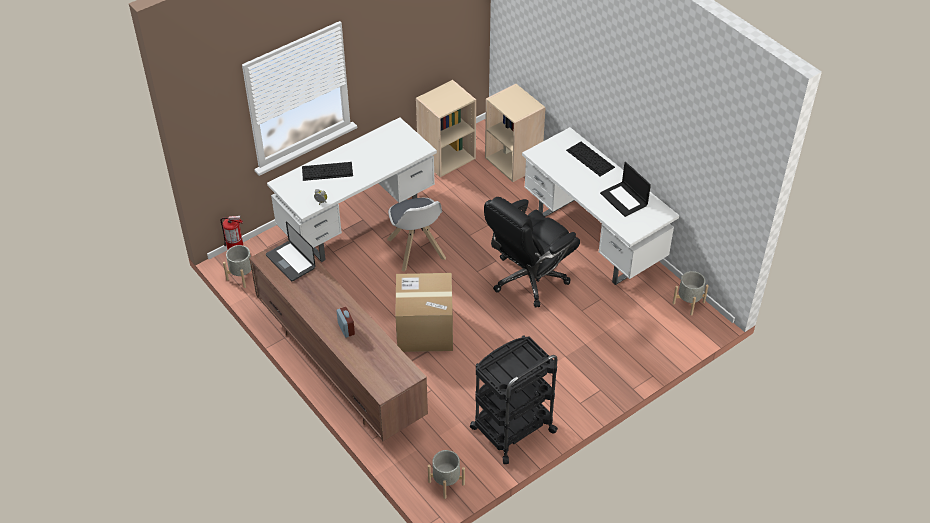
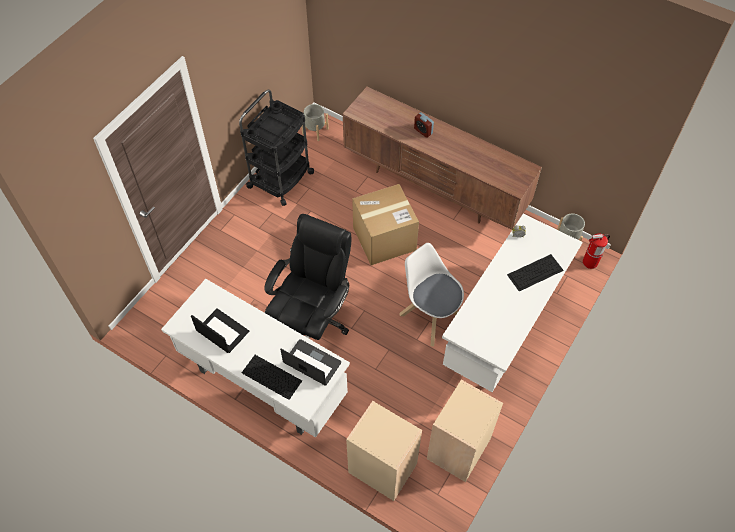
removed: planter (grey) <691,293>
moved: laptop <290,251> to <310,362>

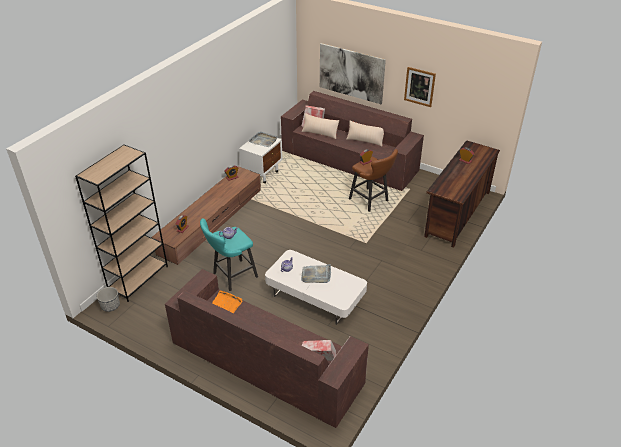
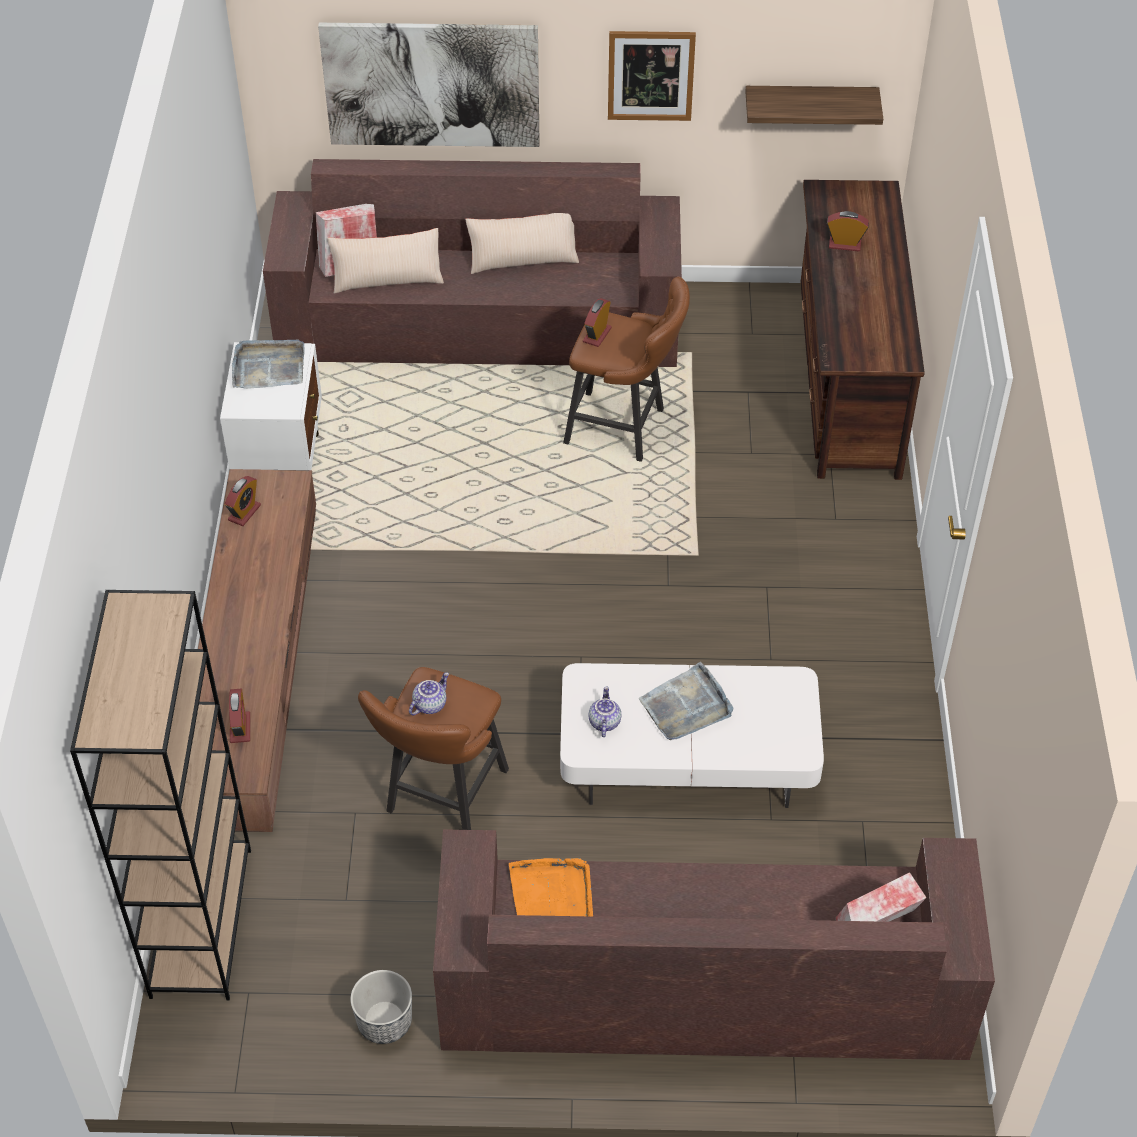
added: shelf <814,105>
moved: planter <108,299> to <381,1007>
recoloured: stool (turquoise) <229,254> to stool (brown) <433,748>

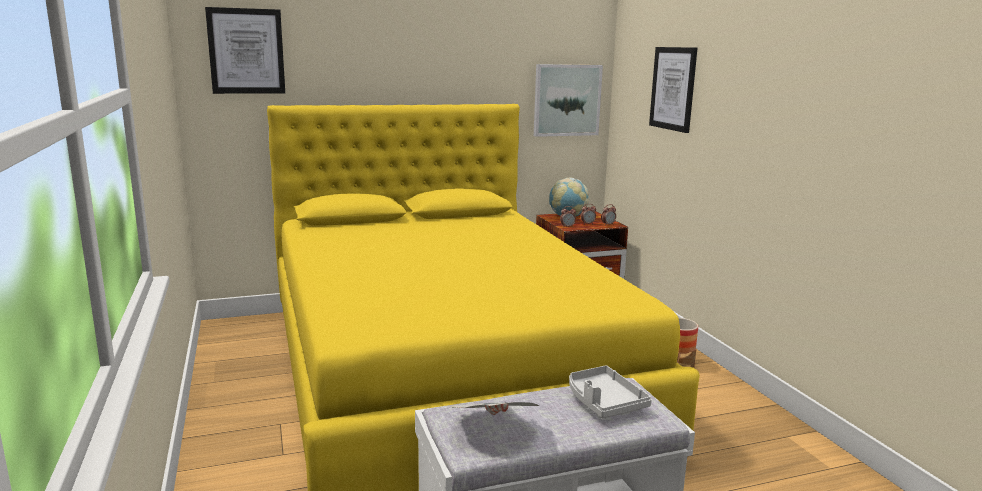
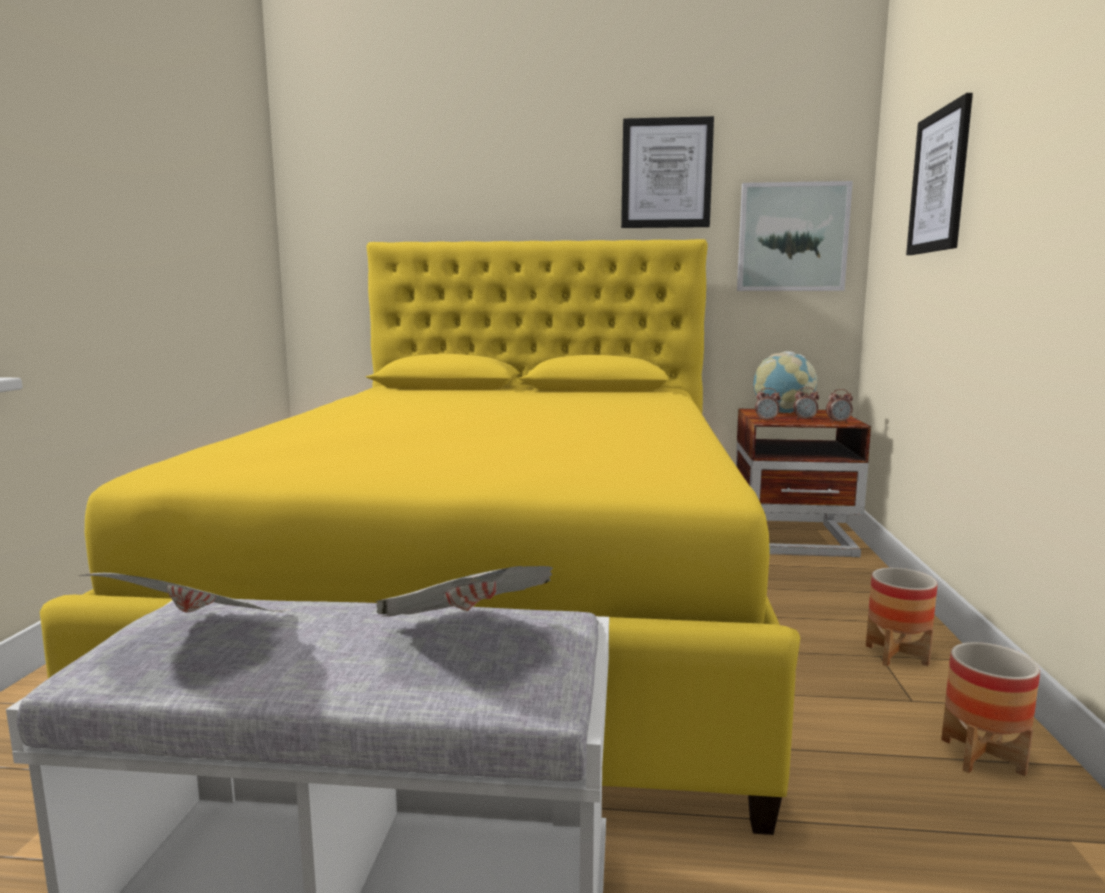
added: planter <990,709>
moved: picture <245,50> to <667,172>
replaced: tray (grey) <610,391> to newspaper <464,591>

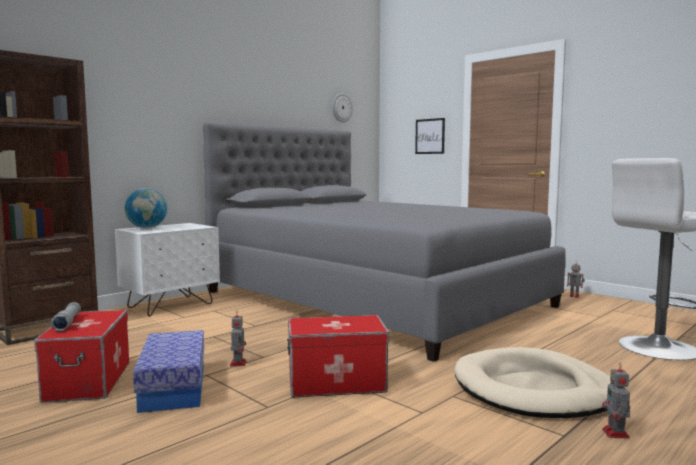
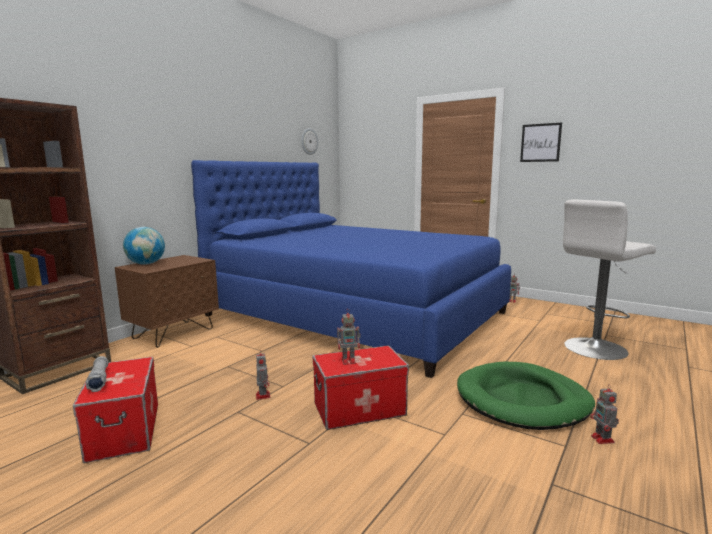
removed: storage box <168,371>
added: toy robot <349,337>
moved: picture <430,136> to <541,142>
recoloured: bed (grey) <384,242> to bed (blue) <351,269>; nightstand (white) <167,269> to nightstand (brown) <167,301>; dog bed (beige) <532,382> to dog bed (green) <526,396>

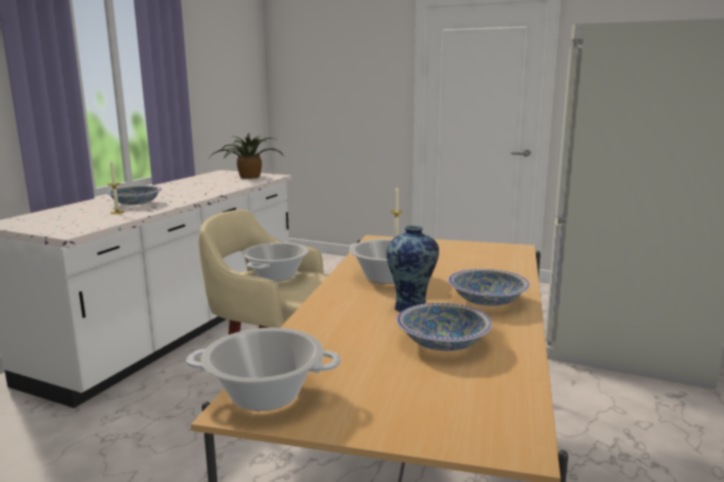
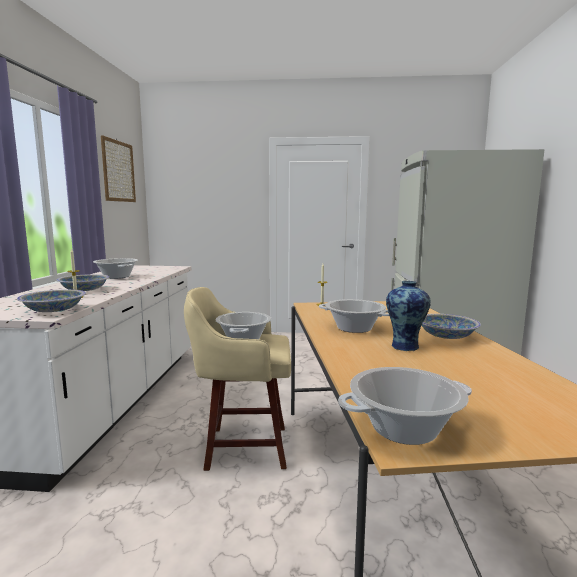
removed: potted plant <246,156>
added: picture <118,168>; cooking pot <115,268>
moved: bowl <444,327> to <51,300>

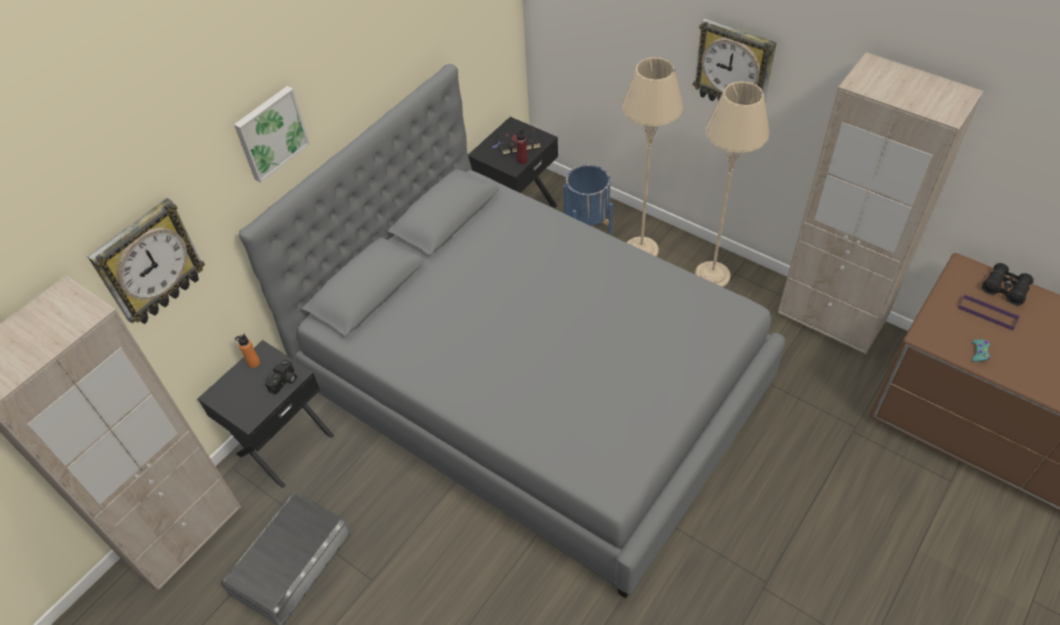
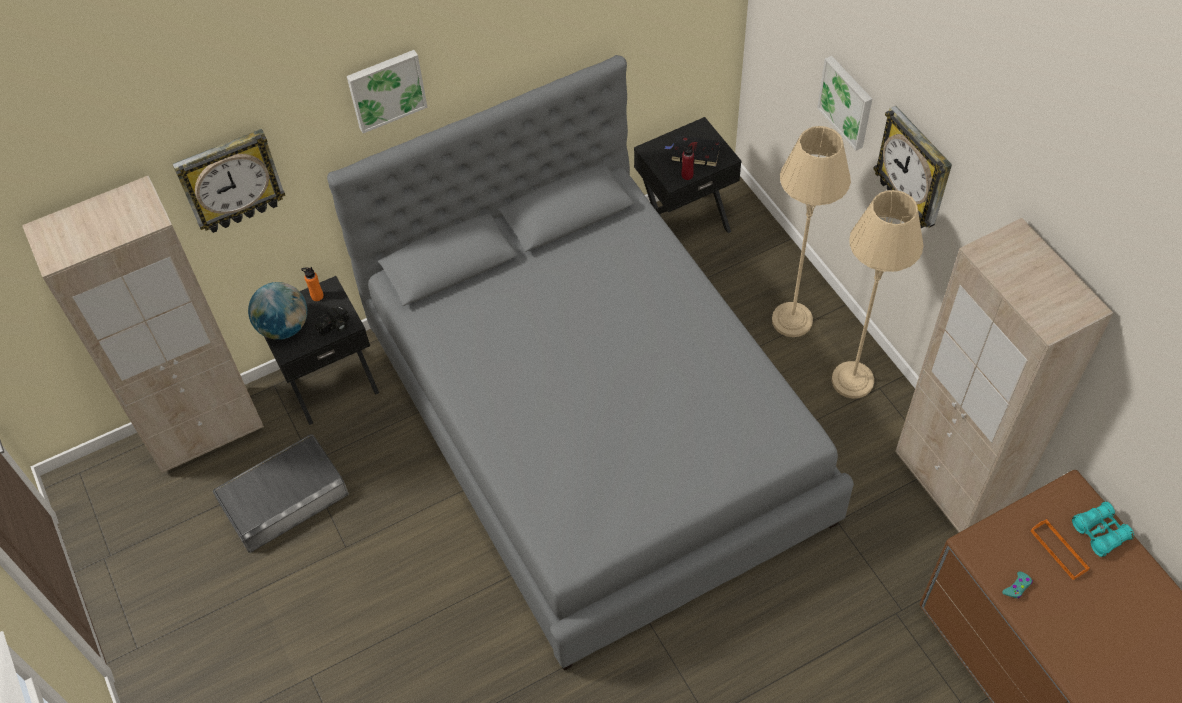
removed: planter (blue) <588,199>
added: picture <844,103>; globe <277,311>
recoloured: binoculars (black) <1008,284> to binoculars (turquoise) <1103,529>; tray (purple) <989,312> to tray (orange) <1060,549>

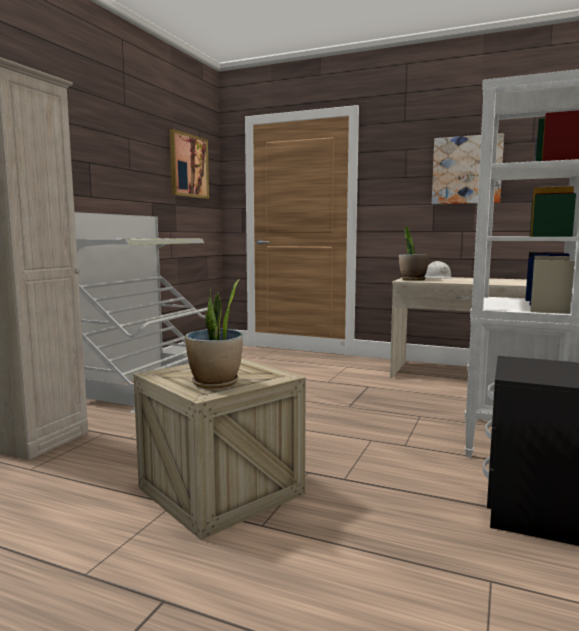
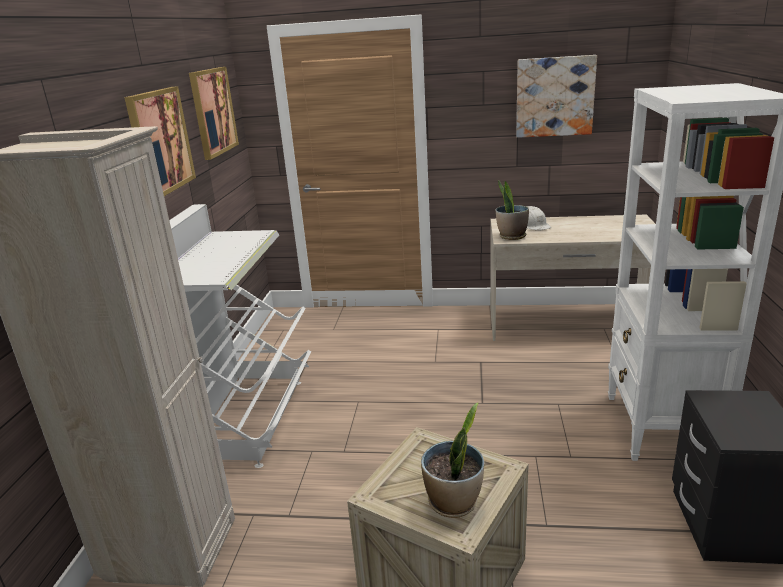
added: picture <160,141>

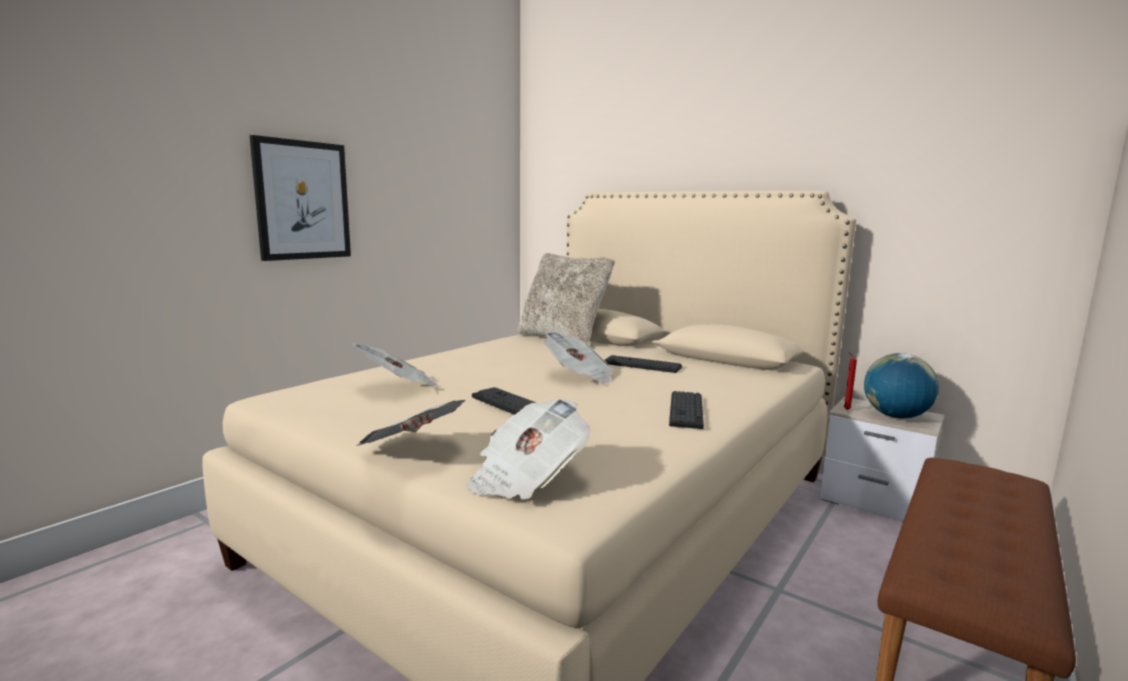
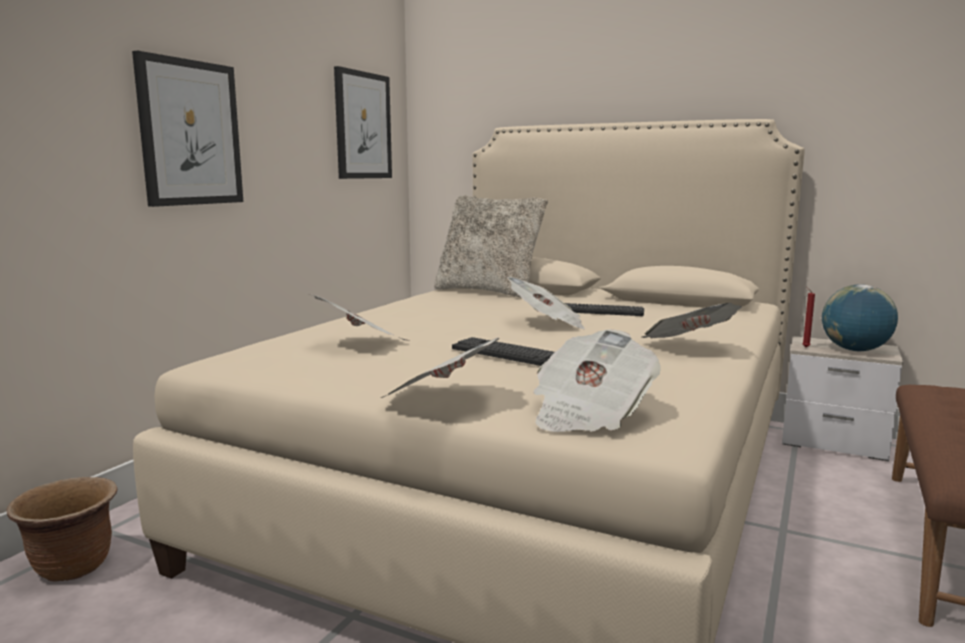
added: picture <363,122>; planter (brown) <61,529>
replaced: keyboard <686,410> to newspaper <691,320>

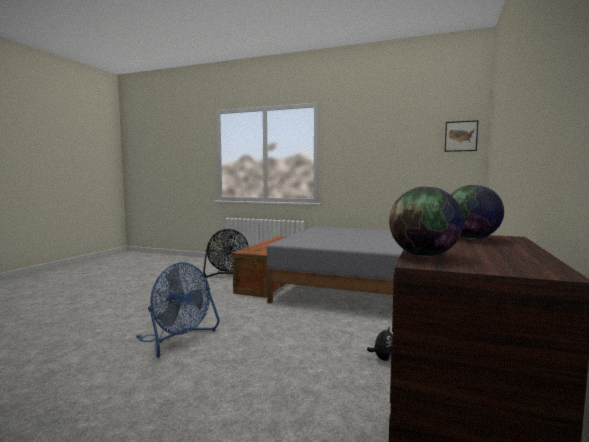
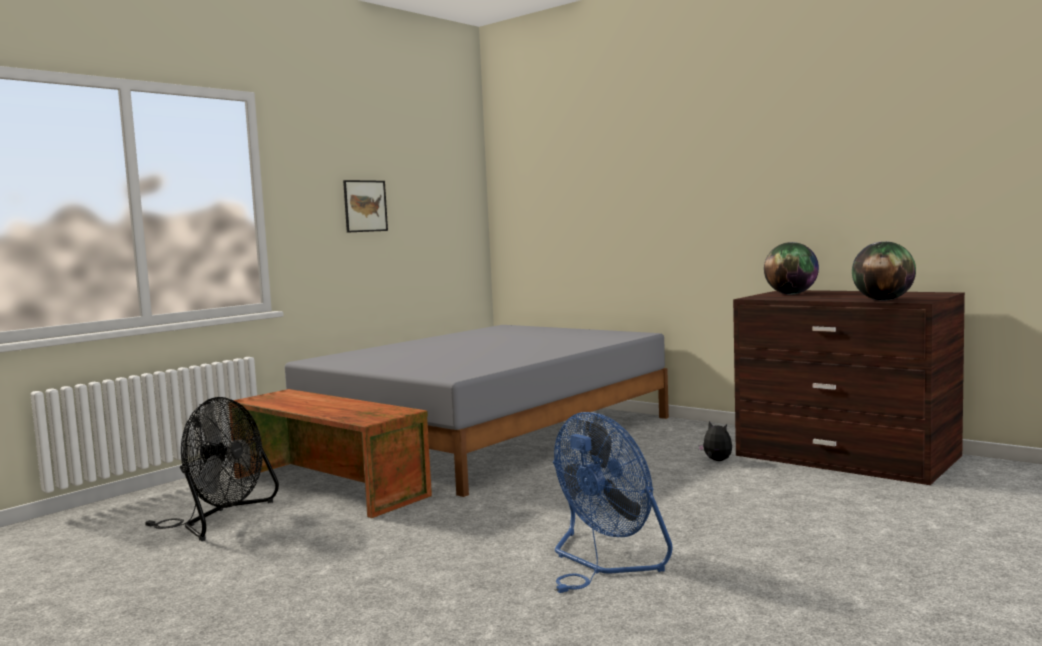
moved: picture <461,136> to <365,206>

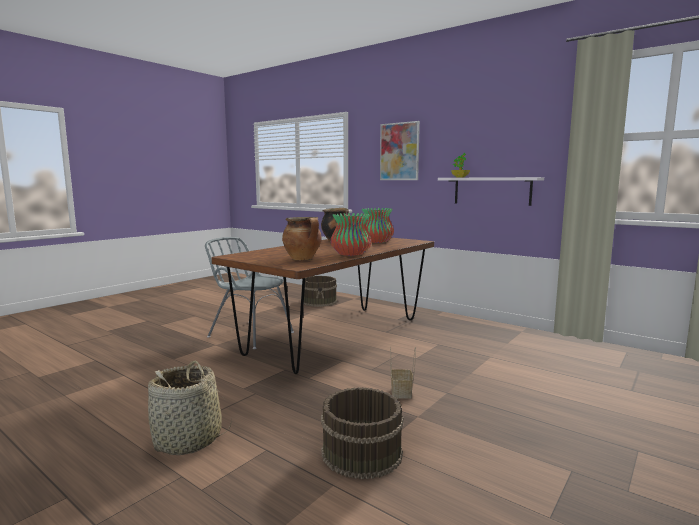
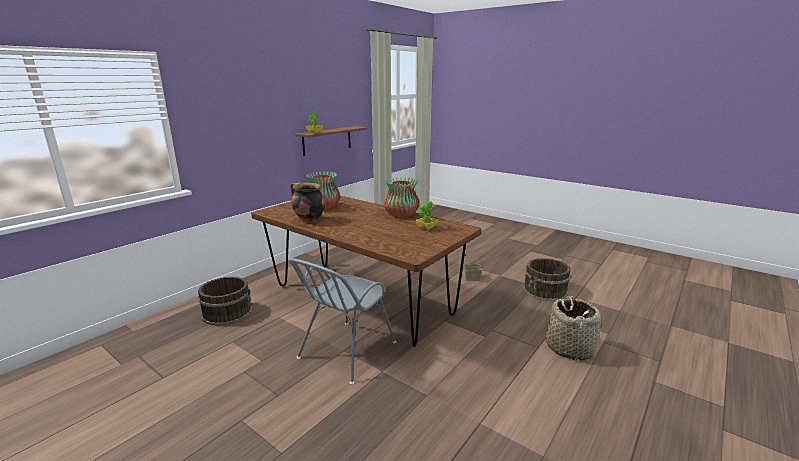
removed: picture <400,150>
replaced: cooking pot <302,238> to potted plant <427,215>
recoloured: shelf (white) <491,191> to shelf (brown) <331,141>

